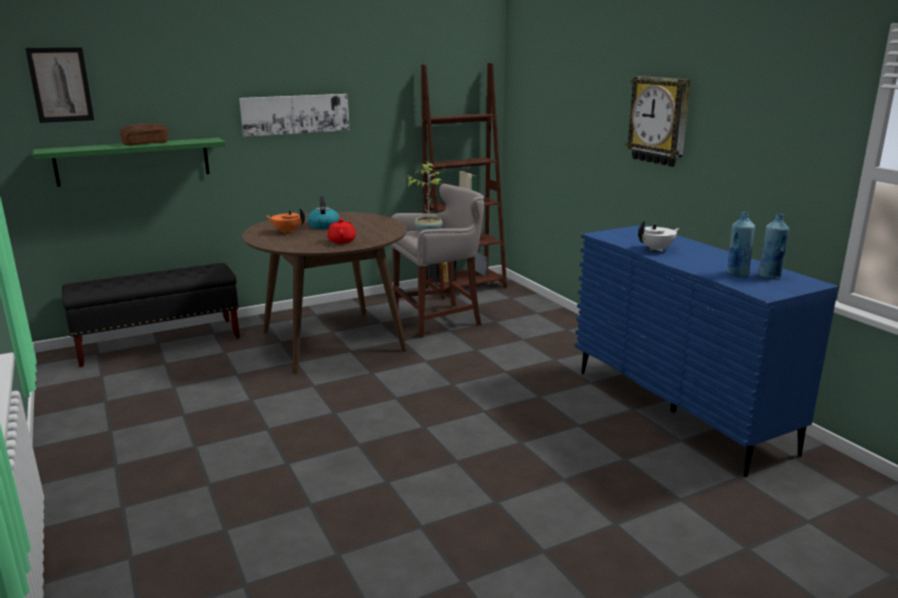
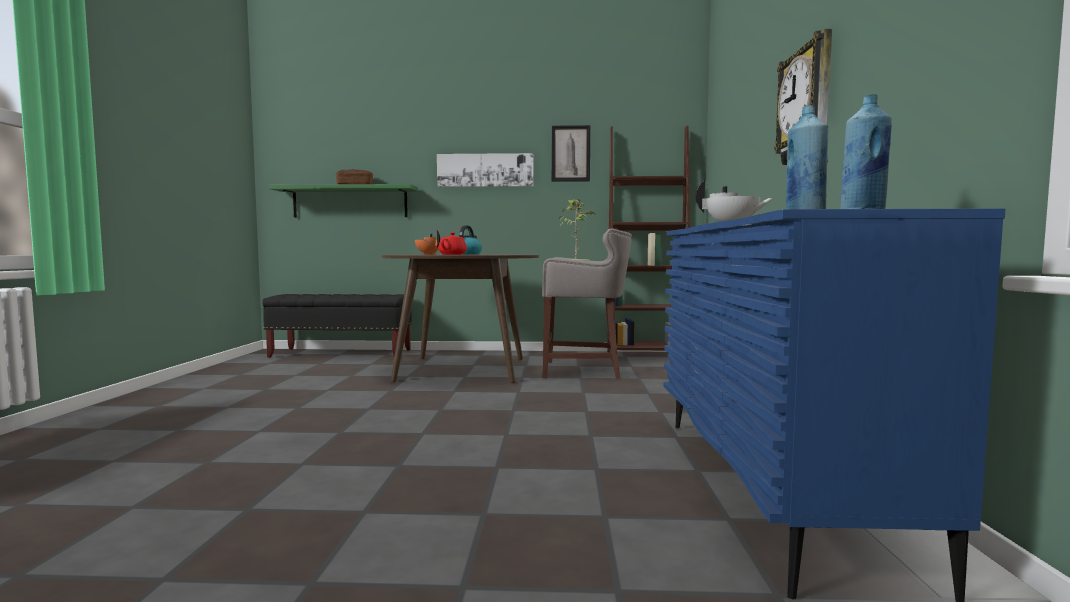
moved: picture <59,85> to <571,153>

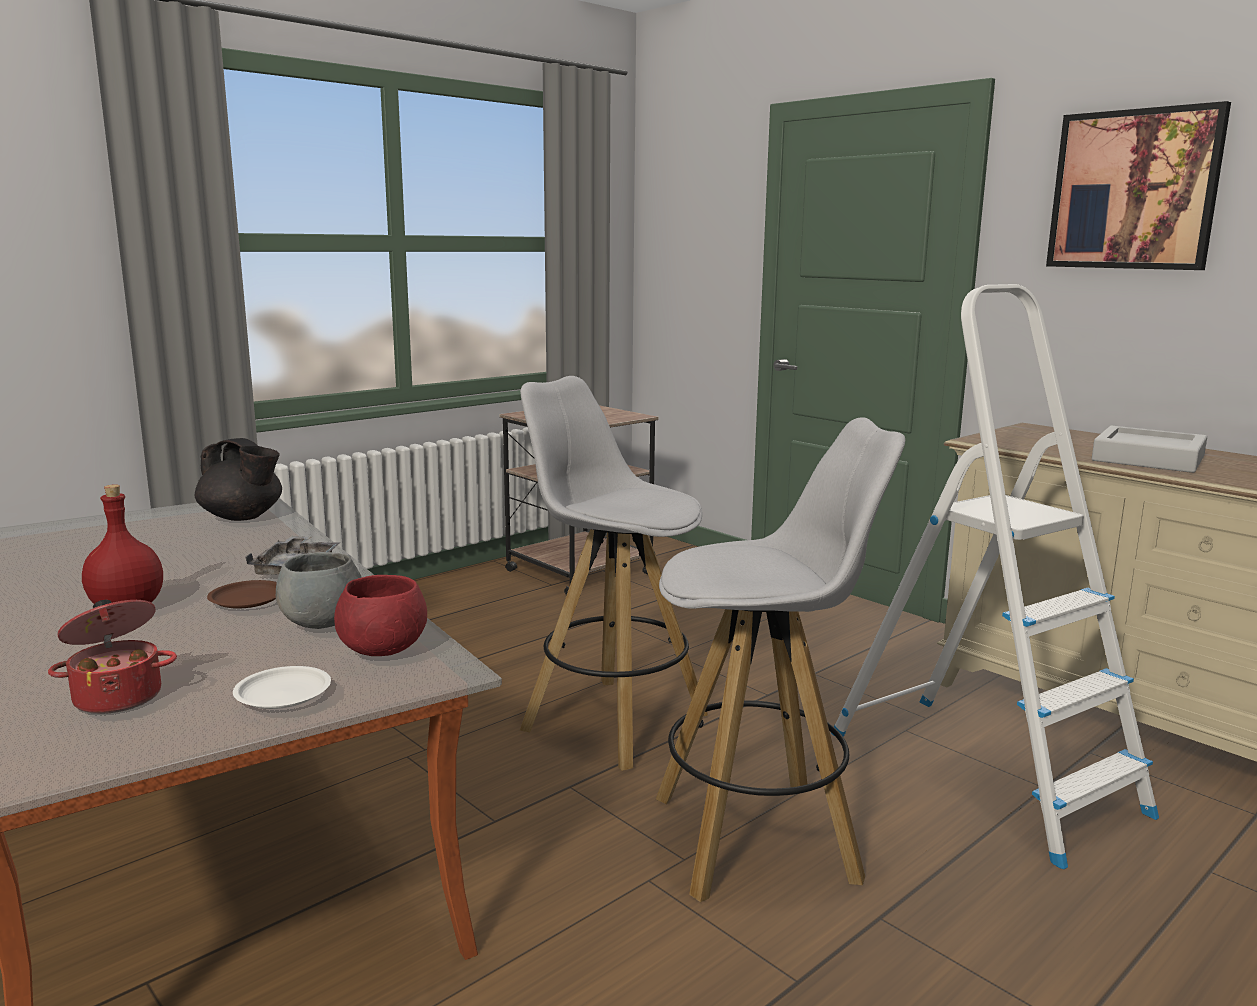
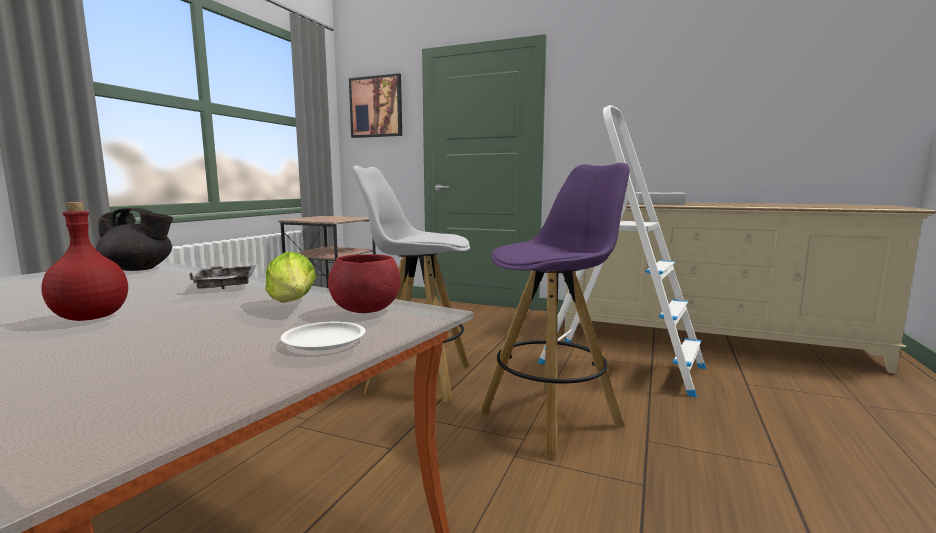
removed: plate (brown) <242,594>; cooking pot <112,657>
moved: picture <1138,185> to <375,105>
replaced: bowl (grey) <319,590> to lettuce <290,277>
recoloured: stool (white) <780,659> to stool (purple) <554,311>

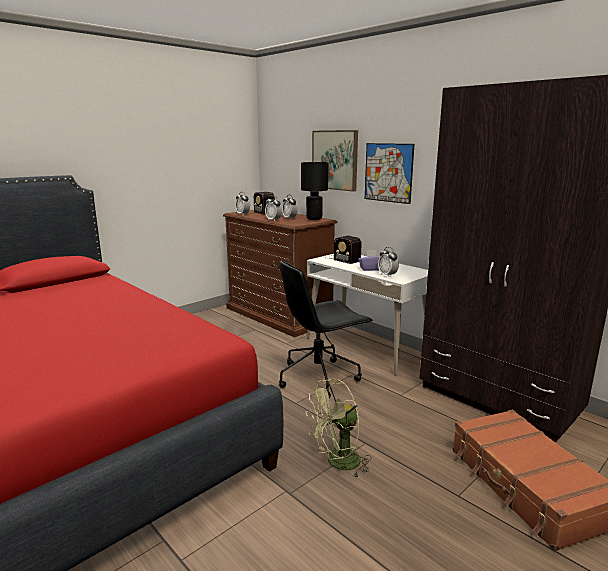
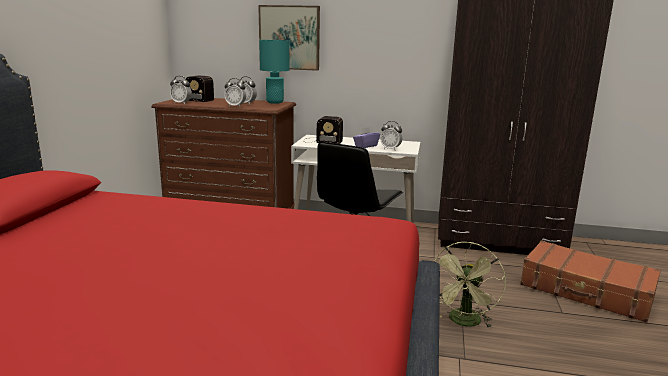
removed: picture <389,173>
recoloured: table lamp (black) <314,191> to table lamp (turquoise) <274,71>

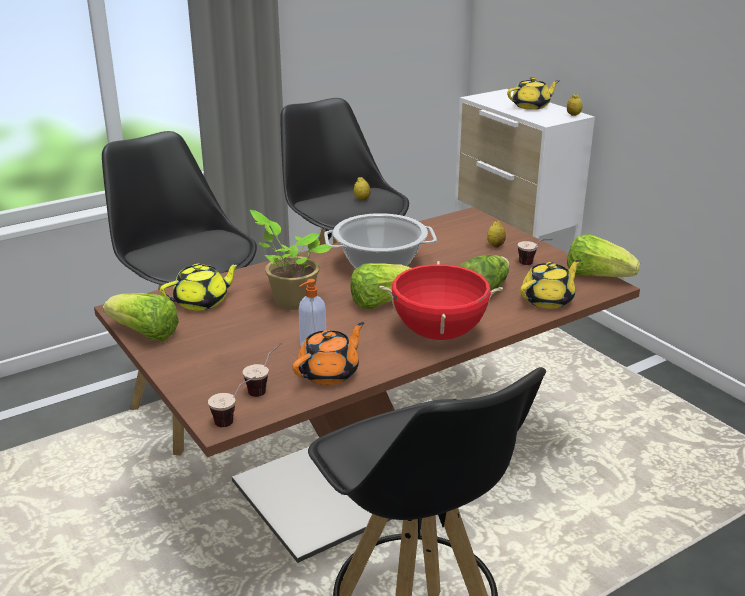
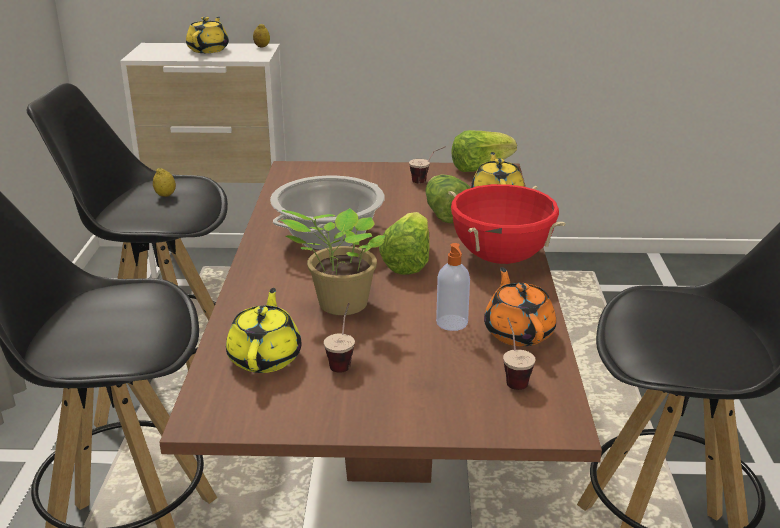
removed: lemon <496,234>; lettuce <141,317>
moved: cup <232,402> to <339,338>

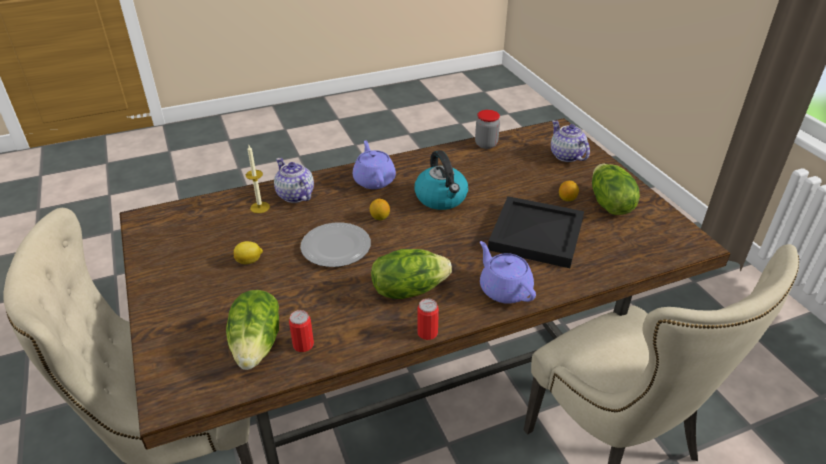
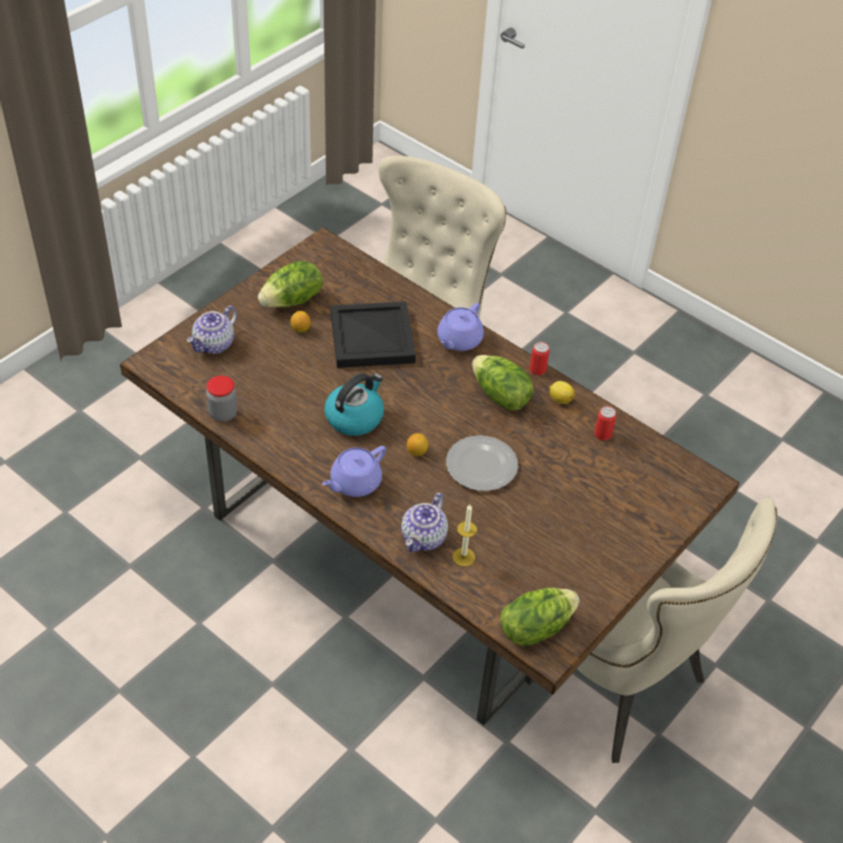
moved: lemon <248,252> to <562,392>; lettuce <252,330> to <539,617>

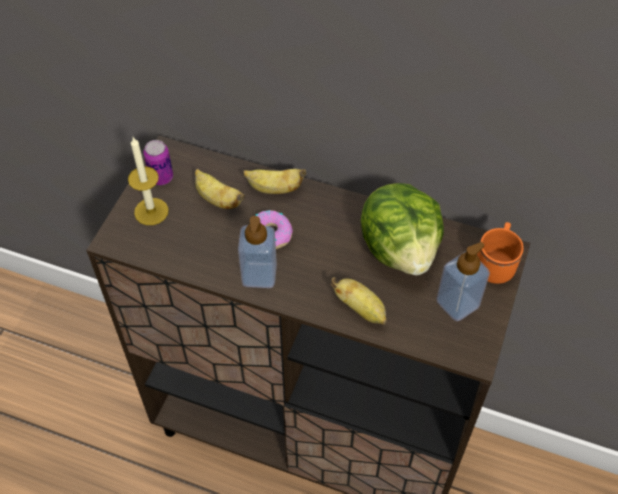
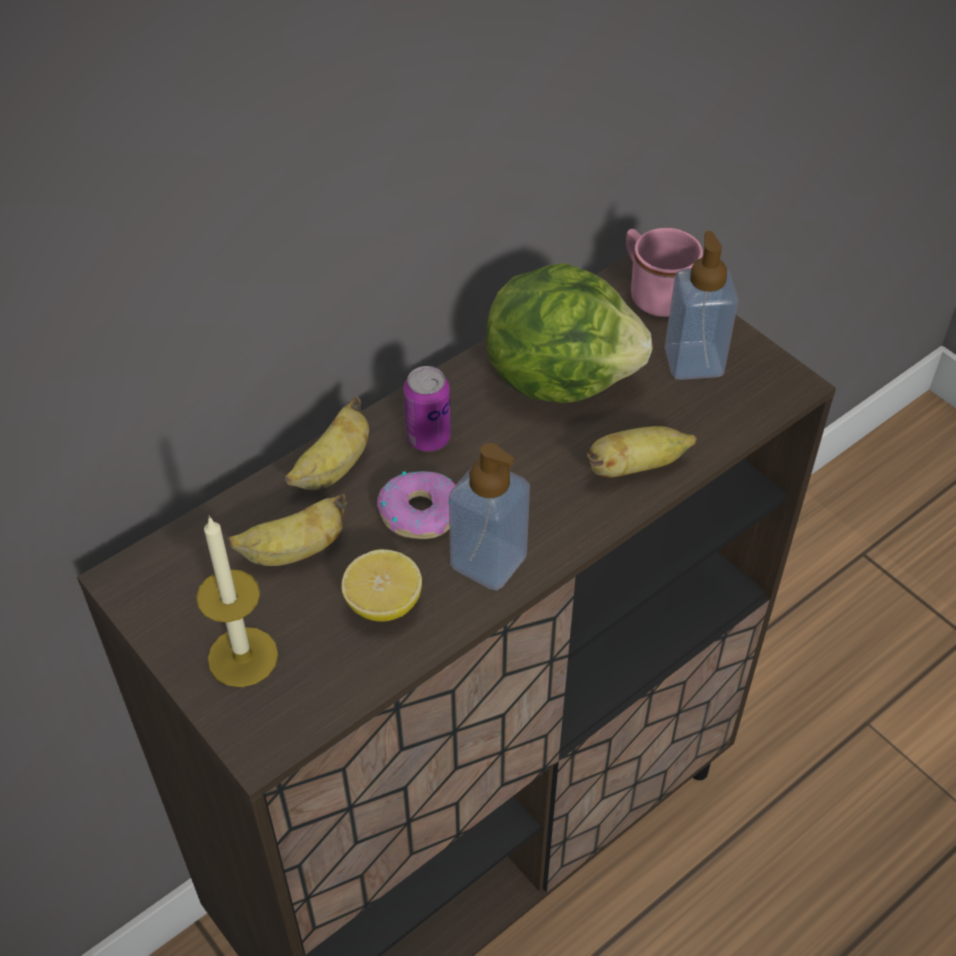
added: lemon <381,585>
moved: can <158,162> to <427,409>
recoloured: mug (orange) <500,253> to mug (pink) <664,272>

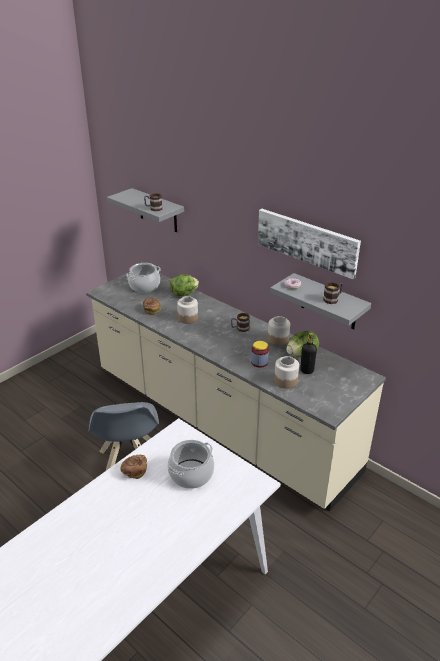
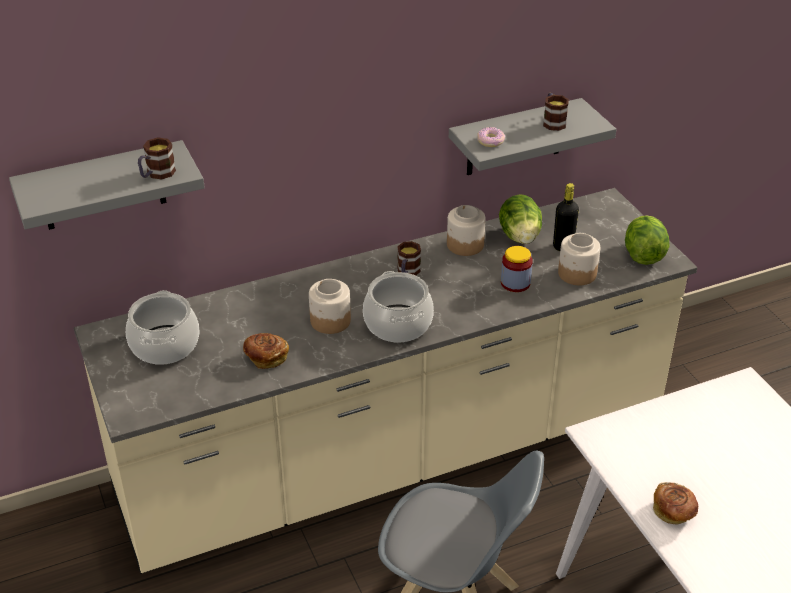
removed: picture <309,244>
moved: lettuce <184,286> to <647,240>; cooking pot <190,464> to <398,306>

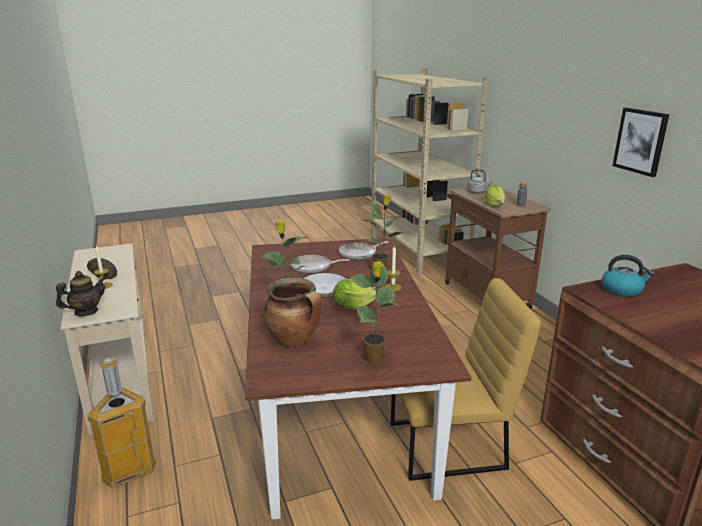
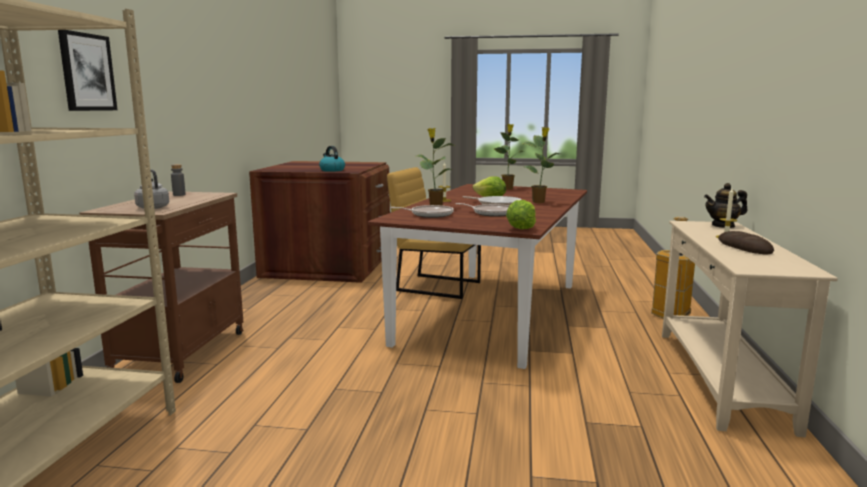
removed: cooking pot <293,312>
moved: picture <640,142> to <87,70>; lettuce <494,196> to <521,214>

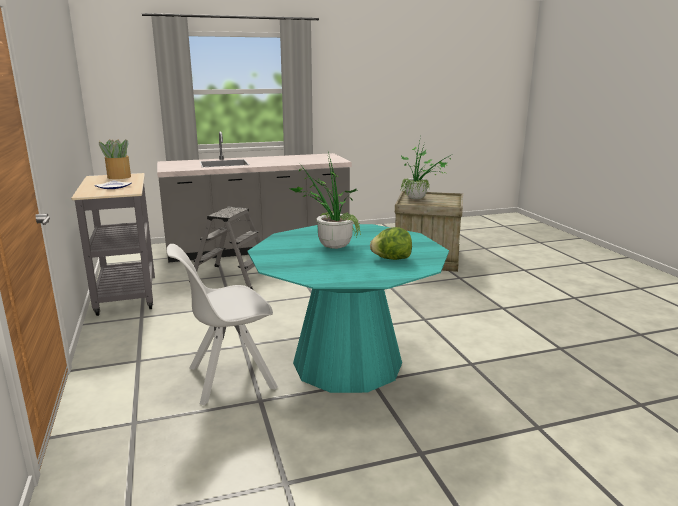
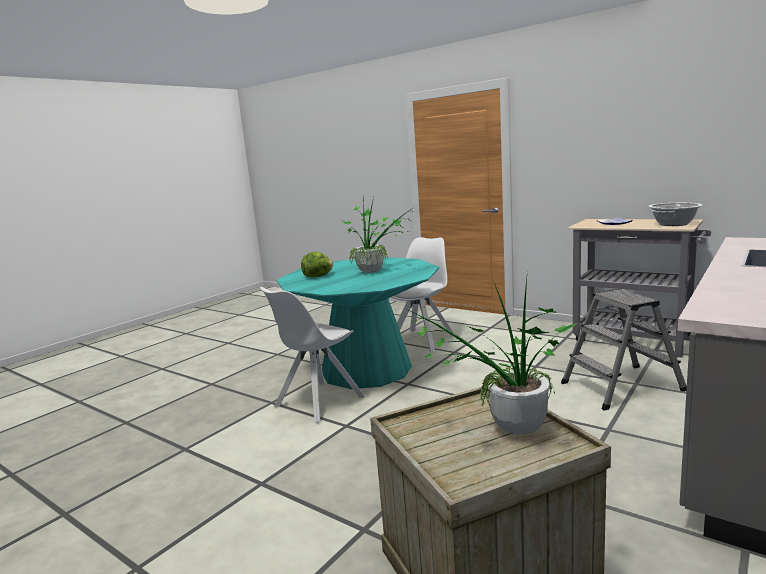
added: chair (white) <312,355>
replaced: potted plant <115,159> to cooking pot <675,214>

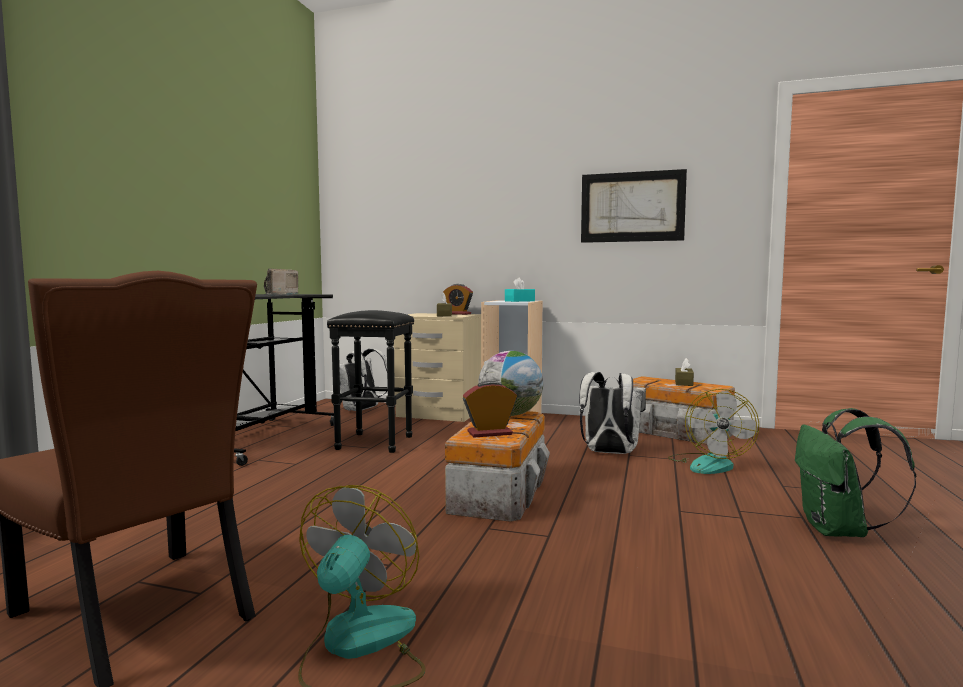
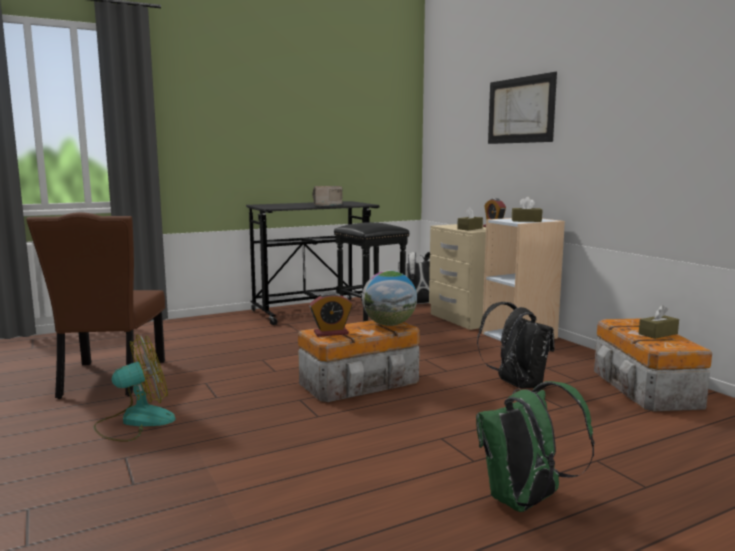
removed: fan <713,431>
moved: picture <634,206> to <522,108>
recoloured: tissue box (turquoise) <520,289> to tissue box (brown) <527,209>; backpack (white) <612,413> to backpack (black) <516,345>
turned: alarm clock <490,409> = <330,314> 135 degrees clockwise

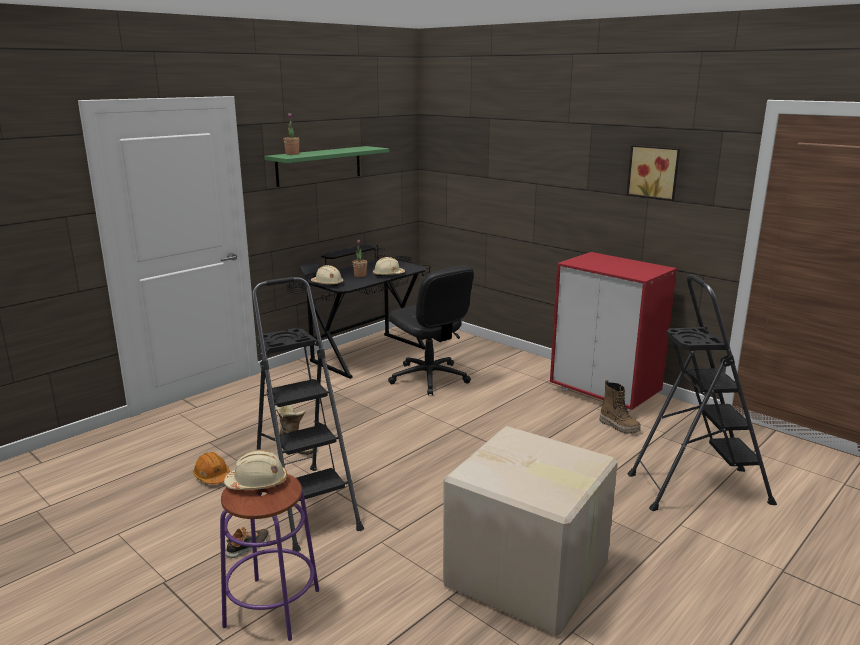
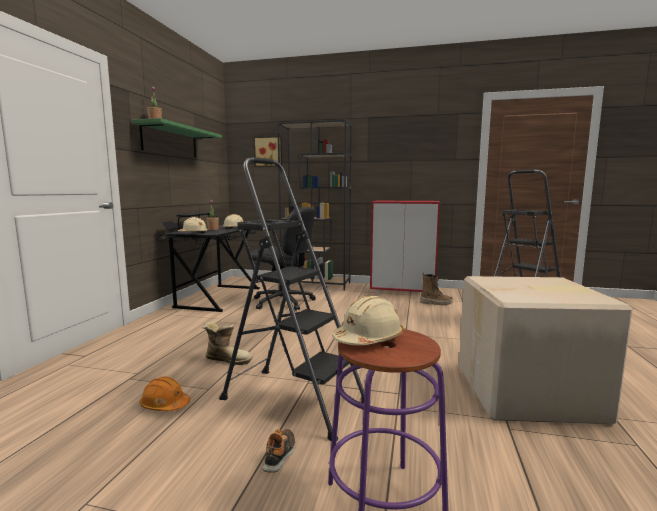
added: bookcase <314,205>
moved: picture <653,173> to <268,151>

